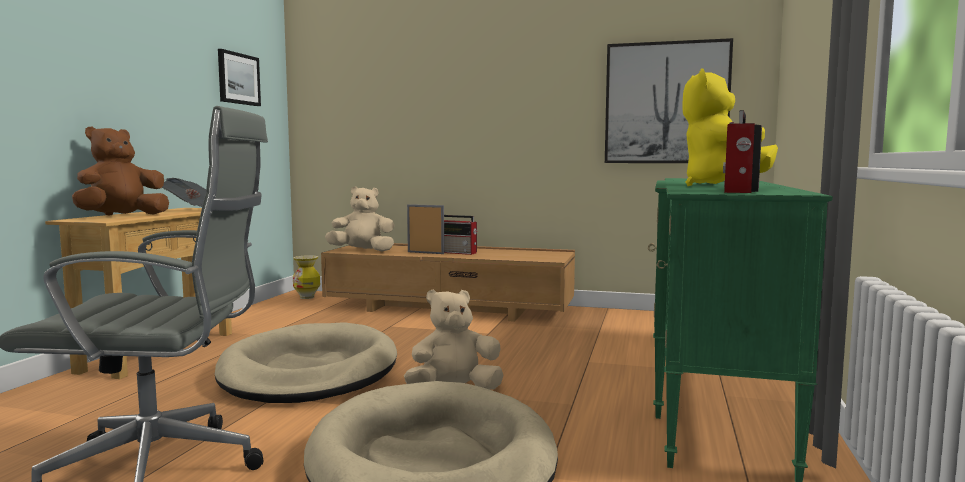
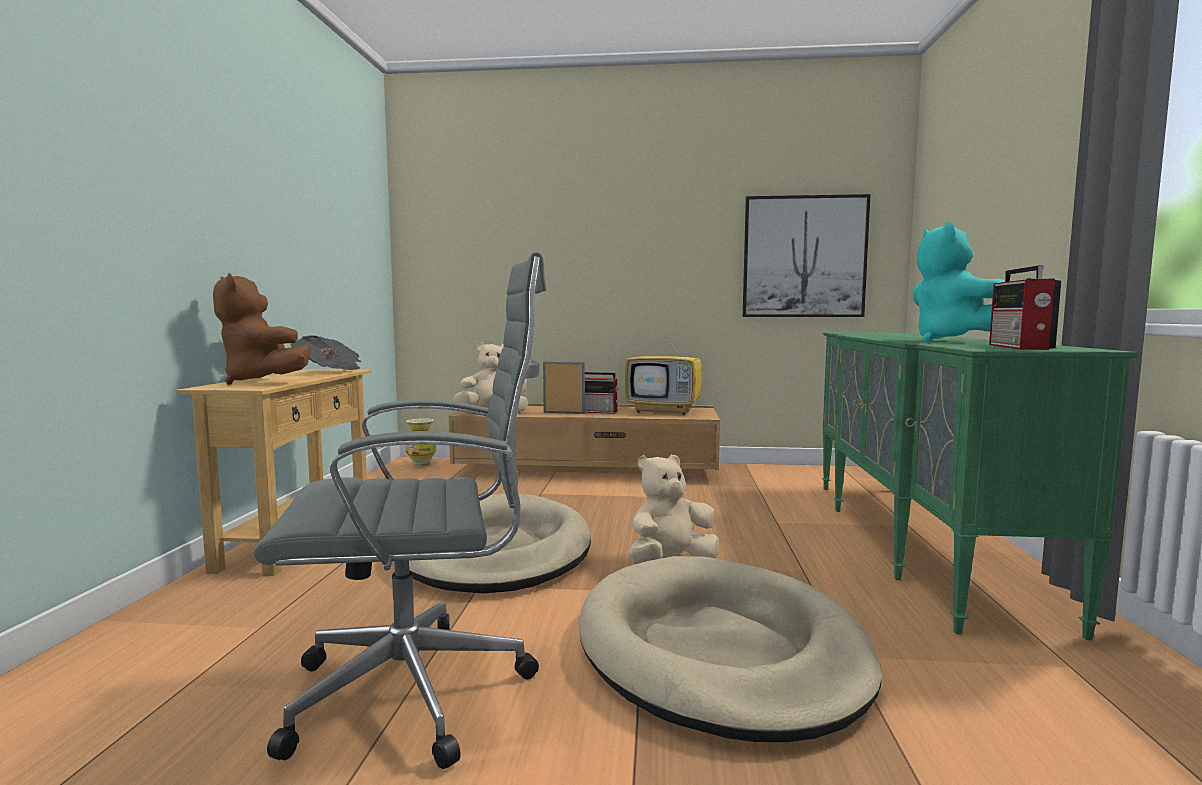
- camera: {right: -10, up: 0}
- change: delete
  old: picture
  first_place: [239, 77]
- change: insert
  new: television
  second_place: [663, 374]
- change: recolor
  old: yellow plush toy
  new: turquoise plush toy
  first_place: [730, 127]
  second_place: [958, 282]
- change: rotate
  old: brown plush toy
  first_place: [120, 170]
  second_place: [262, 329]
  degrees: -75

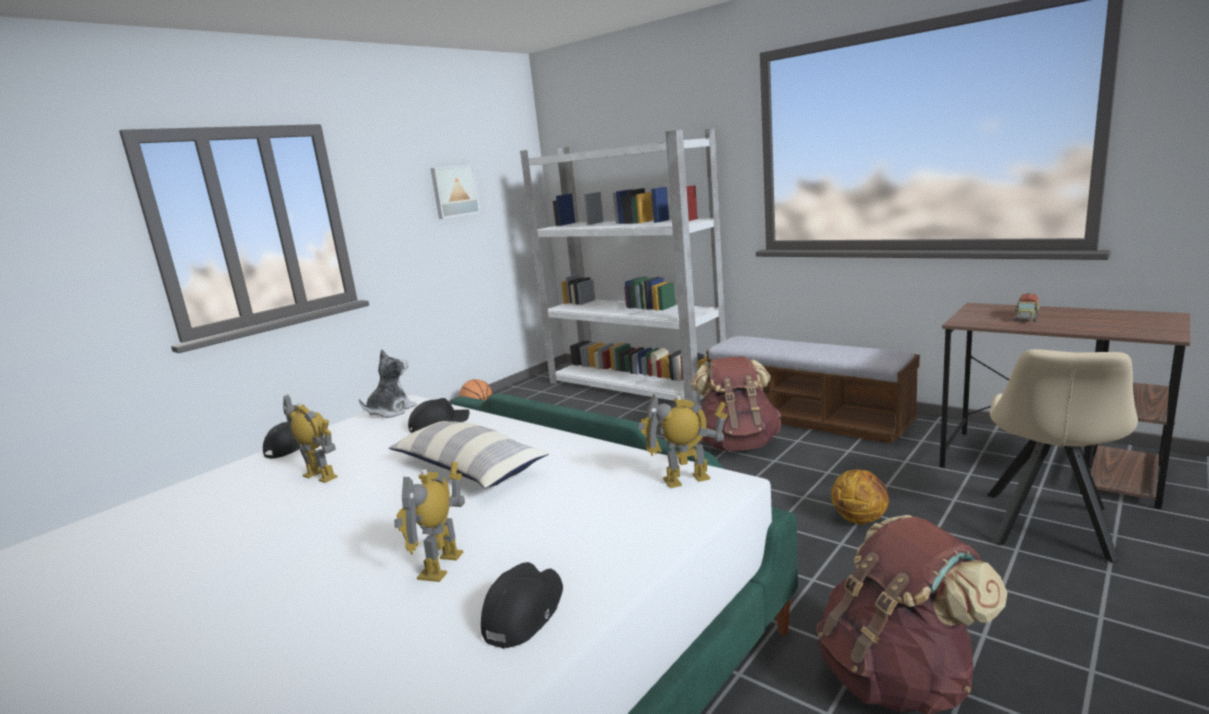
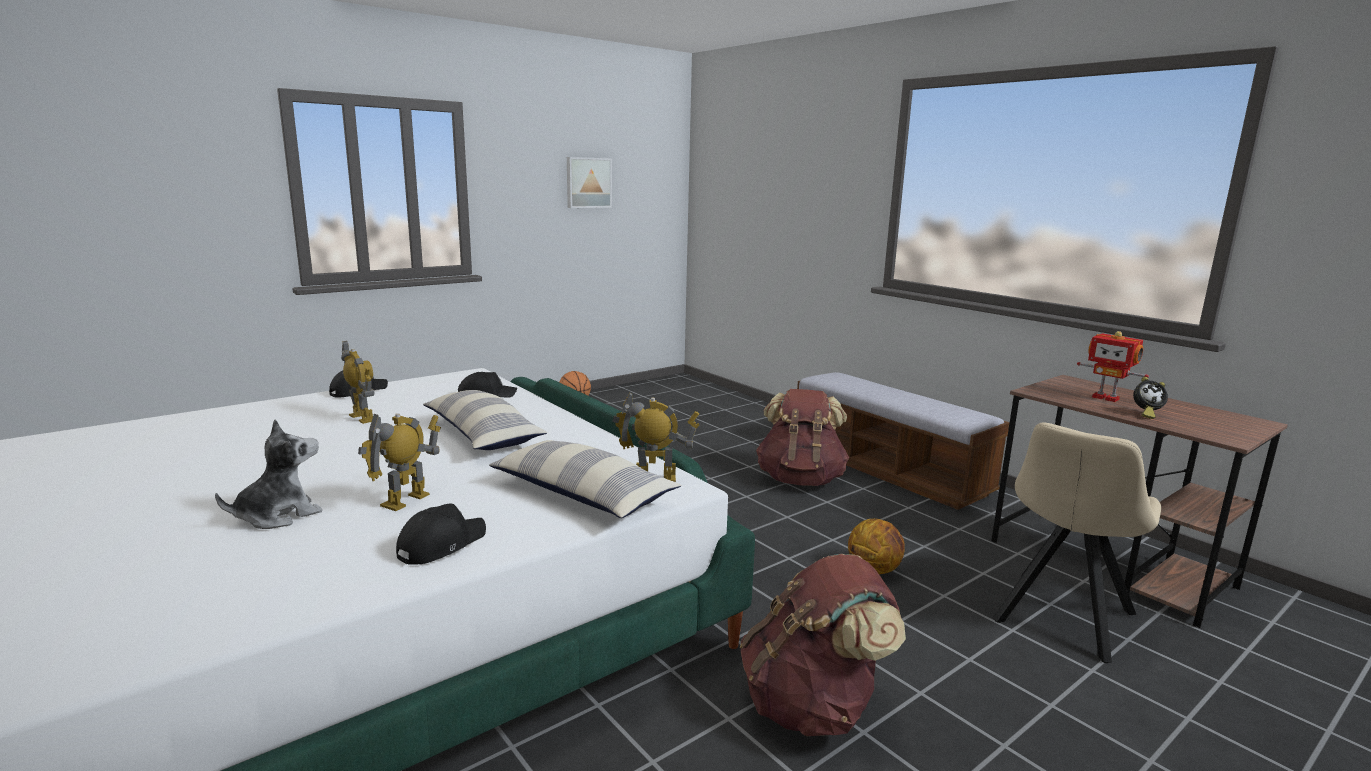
- camera: {right: 10, up: 0}
- change: delete
  old: white bookcase
  first_place: [623, 268]
- change: insert
  new: pillow
  second_place: [585, 479]
- change: insert
  new: alarm clock
  second_place: [1150, 398]
- change: move
  old: plush toy
  first_place: [388, 383]
  second_place: [268, 474]
- change: replace
  old: toy truck
  new: toy robot
  first_place: [1027, 307]
  second_place: [1113, 366]

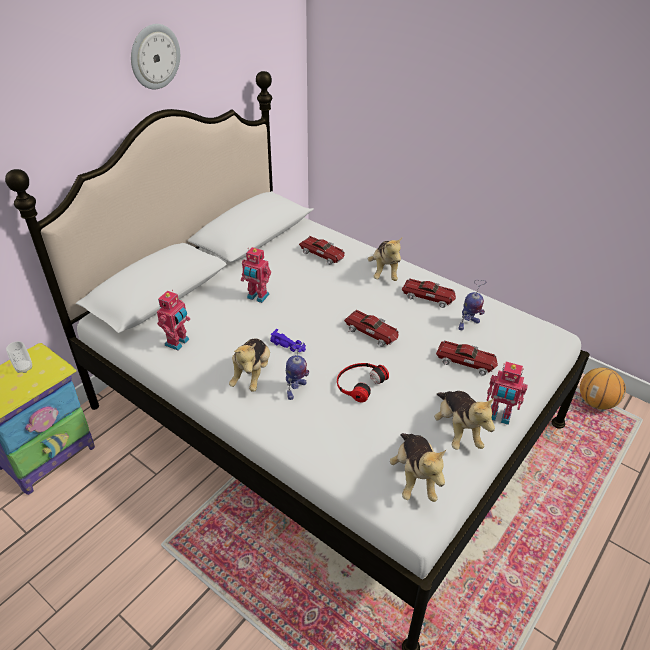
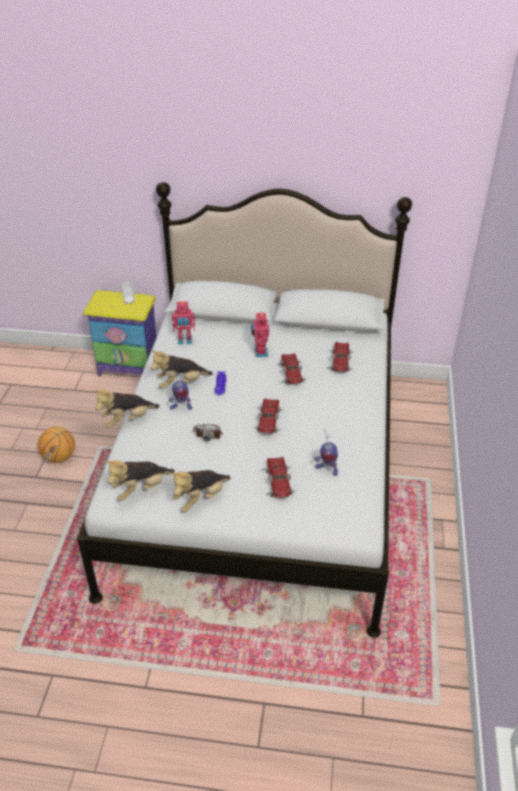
- camera: {right: 60, up: 0}
- change: delete
  old: wall clock
  first_place: [155, 56]
- change: delete
  old: toy robot
  first_place: [507, 393]
- change: move
  old: plush toy
  first_place: [385, 259]
  second_place: [127, 409]
- change: move
  old: toy car
  first_place: [429, 293]
  second_place: [291, 369]
- change: move
  old: basketball
  first_place: [603, 389]
  second_place: [56, 445]
- change: replace
  old: headphones
  new: photo camera
  first_place: [363, 382]
  second_place: [208, 433]

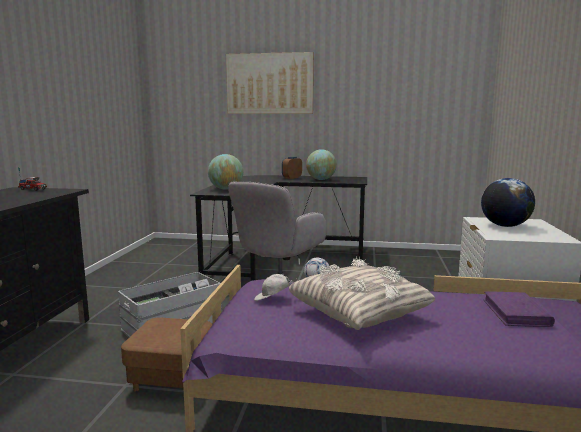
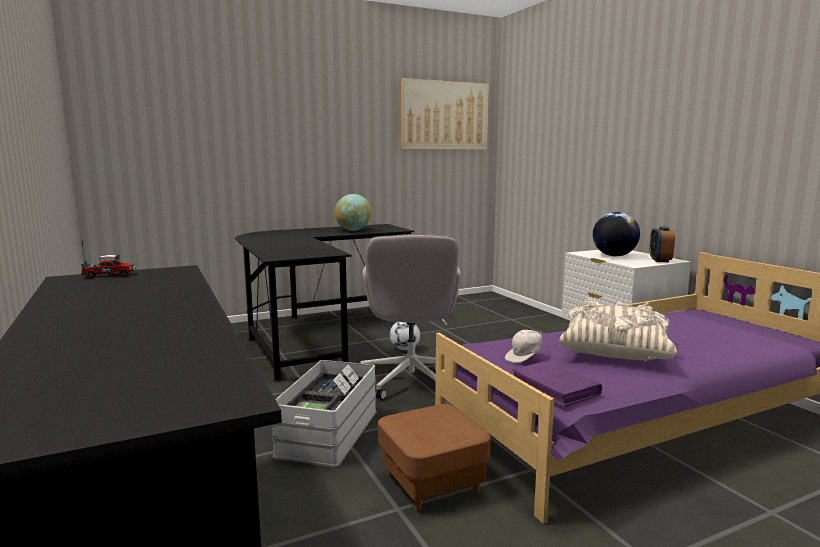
- camera: {right: -35, up: 0}
- change: delete
  old: globe
  first_place: [225, 172]
- change: move
  old: picture
  first_place: [270, 83]
  second_place: [444, 114]
- change: move
  old: alarm clock
  first_place: [292, 168]
  second_place: [662, 244]
- change: move
  old: purple book
  first_place: [519, 309]
  second_place: [557, 384]

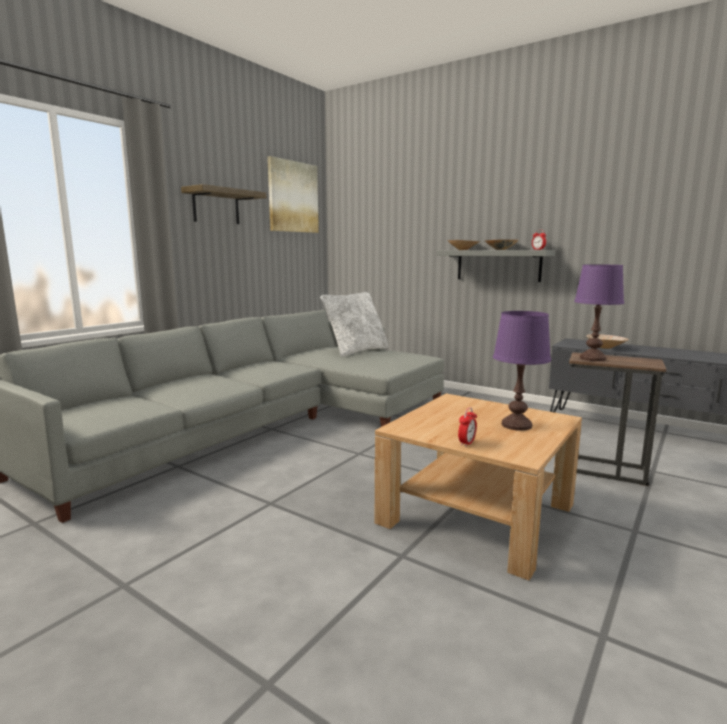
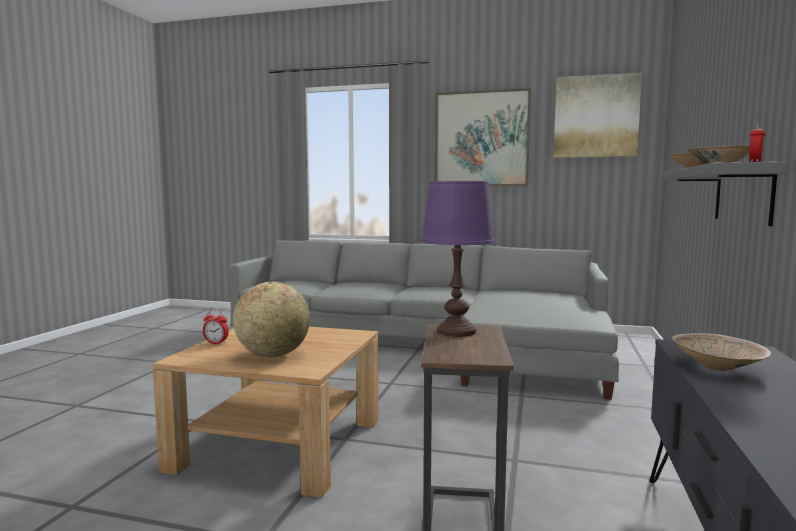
- camera: {right: 70, up: -5}
- change: delete
  old: white pillow
  first_place: [354, 324]
- change: replace
  old: shelf
  new: picture
  first_place: [223, 204]
  second_place: [483, 137]
- change: replace
  old: purple table lamp
  new: globe
  first_place: [522, 371]
  second_place: [271, 319]

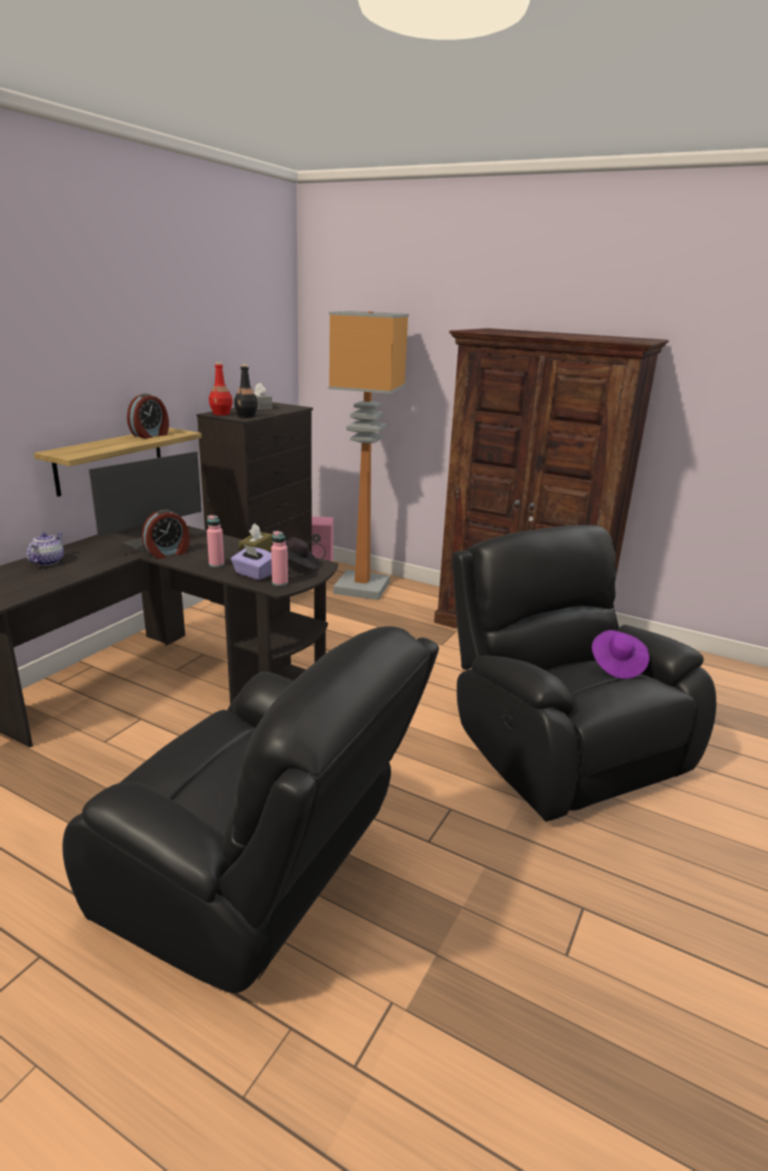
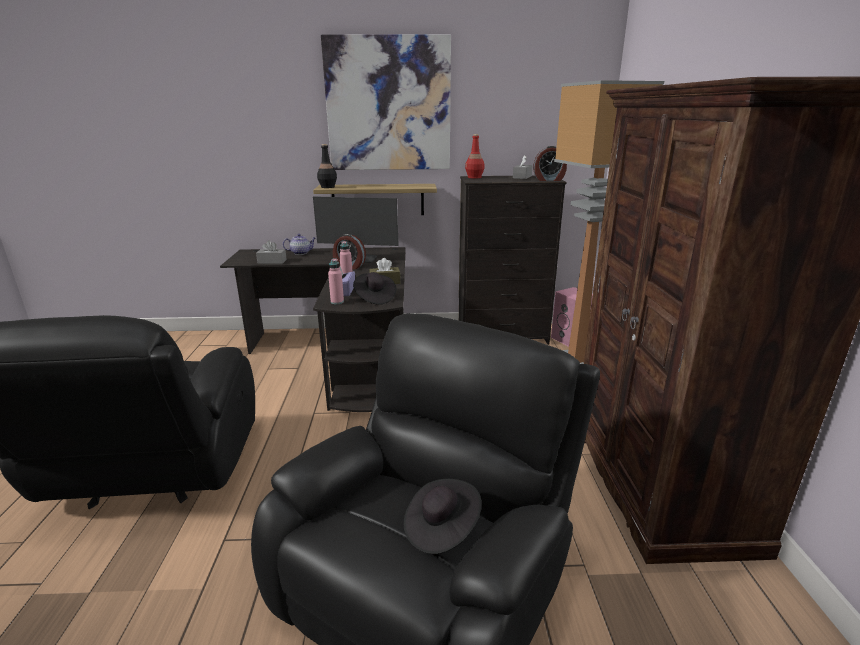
- camera: {right: 60, up: 0}
- change: insert
  new: grey tissue box
  second_place: [271, 252]
- change: insert
  new: picture
  second_place: [386, 102]
- change: move
  old: alarm clock
  first_place: [148, 416]
  second_place: [550, 163]
- change: move
  old: black bottle
  first_place: [246, 391]
  second_place: [327, 166]
- change: recolor
  old: purple hat
  new: black hat
  first_place: [620, 654]
  second_place: [443, 516]

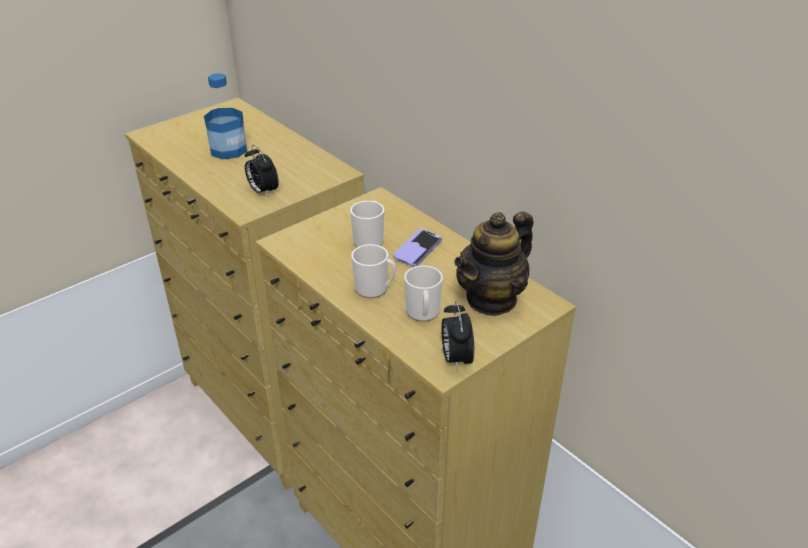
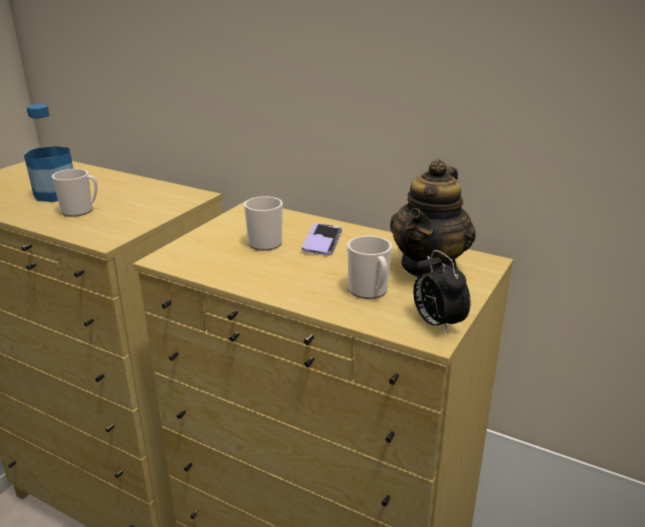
- camera: {right: -20, up: -10}
- change: delete
  old: alarm clock
  first_place: [262, 171]
- change: move
  old: mug
  first_place: [373, 271]
  second_place: [74, 193]

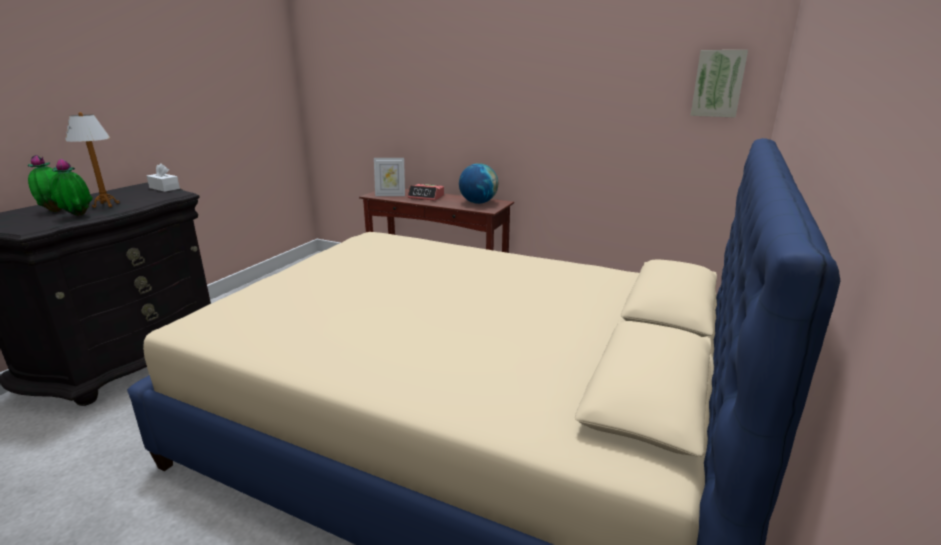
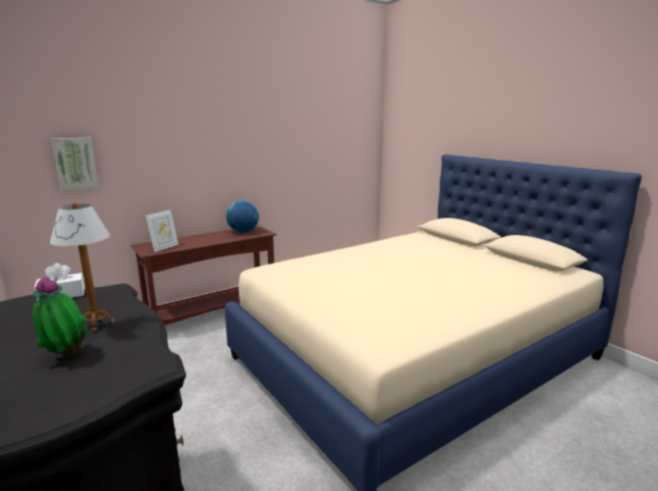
- camera: {right: -60, up: -5}
- change: delete
  old: potted plant
  first_place: [71, 187]
- change: delete
  old: alarm clock
  first_place: [425, 192]
- change: move
  old: picture
  first_place: [719, 84]
  second_place: [75, 164]

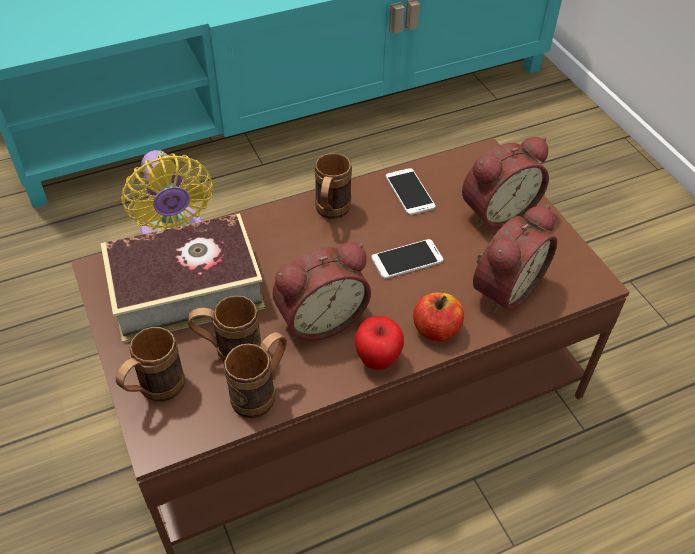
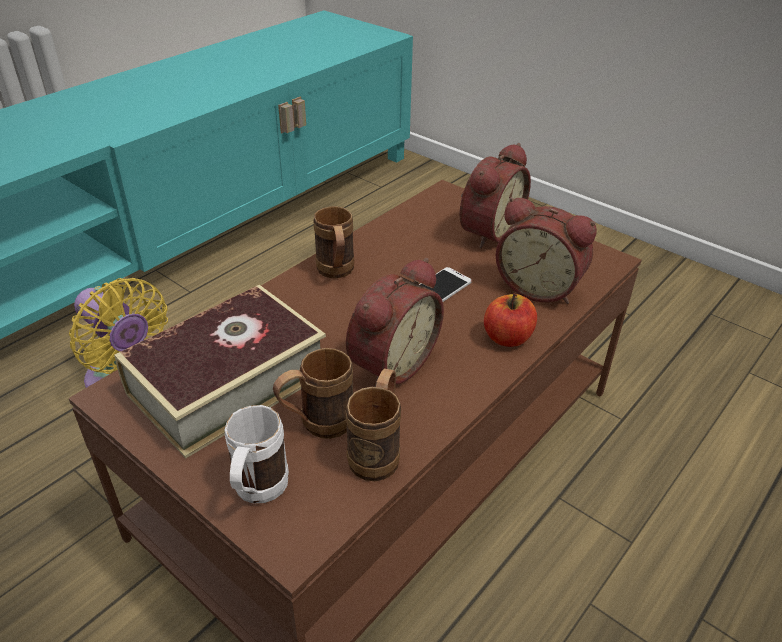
- camera: {right: -25, up: -10}
- change: delete
  old: apple
  first_place: [379, 343]
- change: delete
  old: phone
  first_place: [411, 191]
- change: recolor
  old: brown mug
  new: white mug
  first_place: [150, 364]
  second_place: [257, 454]
- change: rotate
  old: alarm clock
  first_place: [515, 259]
  second_place: [546, 250]
  degrees: 105

